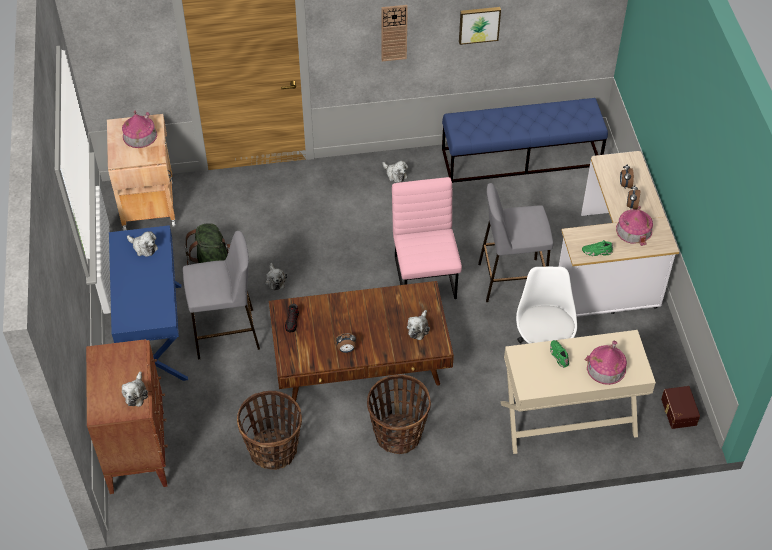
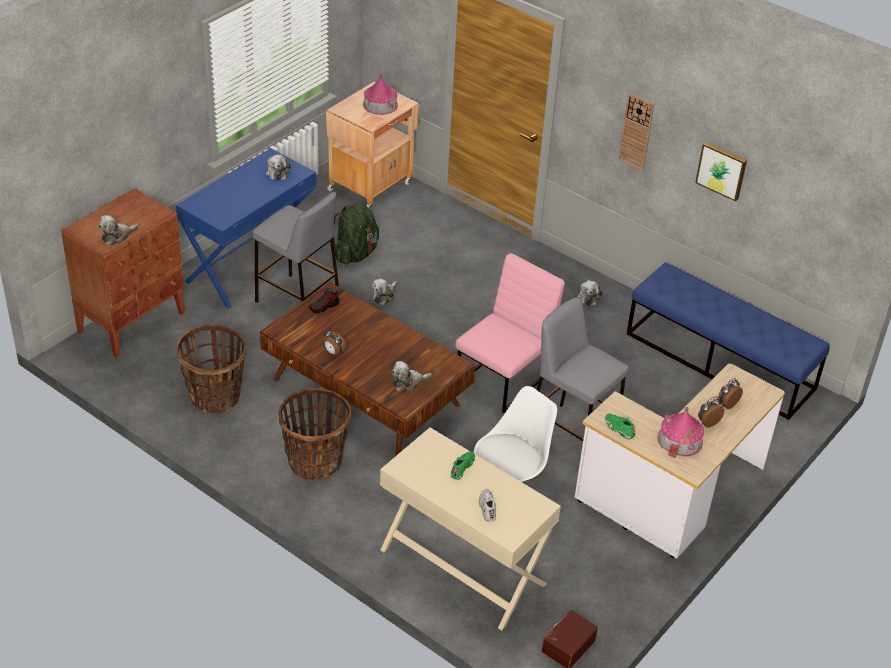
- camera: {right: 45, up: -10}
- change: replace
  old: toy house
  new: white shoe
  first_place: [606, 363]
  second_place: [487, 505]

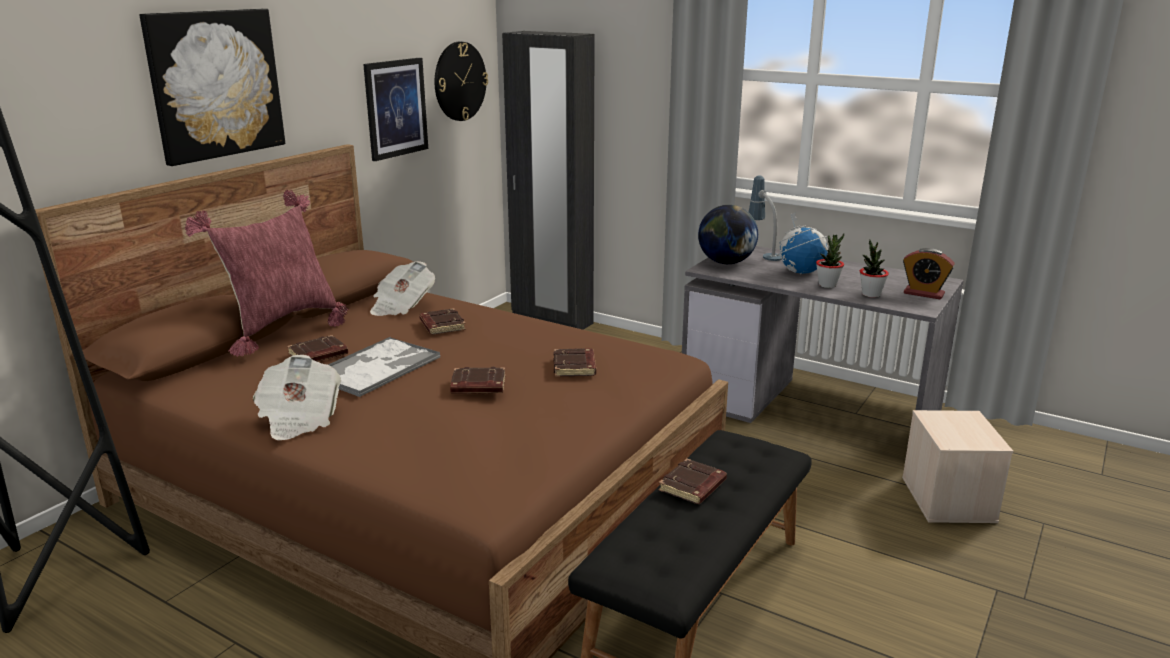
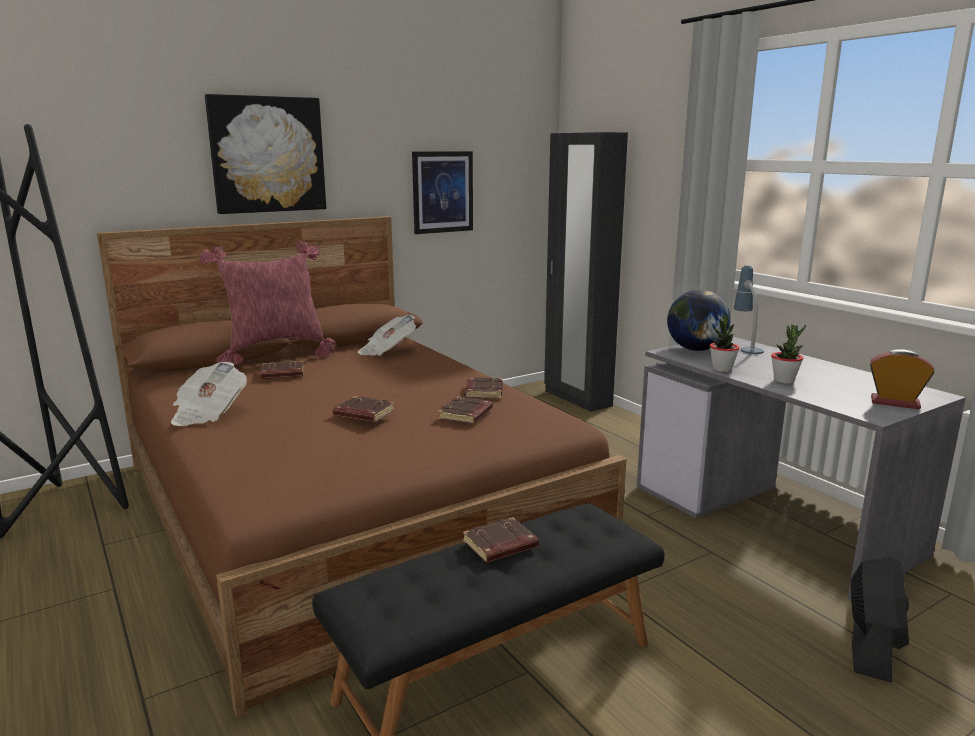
- camera: {right: 25, up: -5}
- change: delete
  old: tray
  first_place: [384, 367]
- change: delete
  old: wall clock
  first_place: [461, 81]
- change: delete
  old: globe
  first_place: [802, 243]
- change: move
  old: brown book
  first_place: [442, 321]
  second_place: [483, 388]
- change: move
  old: potted plant
  first_place: [874, 269]
  second_place: [725, 342]
- change: replace
  old: beige storage box
  new: black fan
  first_place: [957, 466]
  second_place: [880, 620]
- change: rotate
  old: alarm clock
  first_place: [929, 273]
  second_place: [902, 379]
  degrees: 150

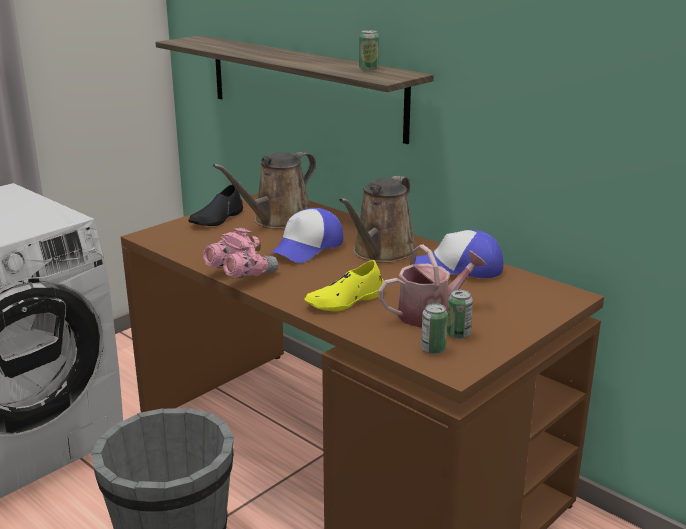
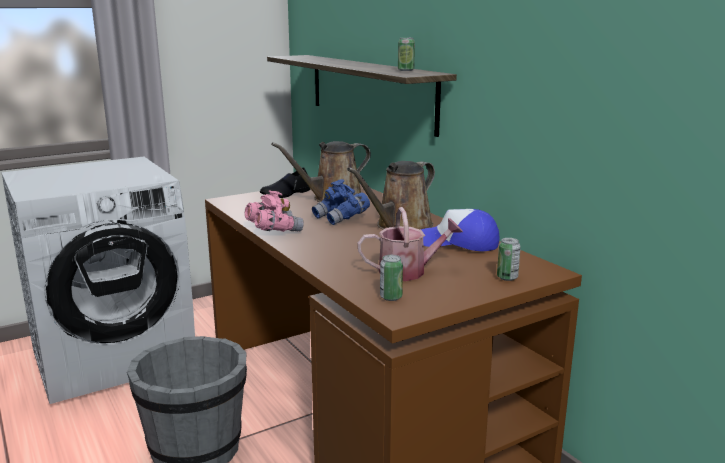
- camera: {right: 15, up: -5}
- change: delete
  old: yellow shoe
  first_place: [344, 285]
- change: move
  old: can
  first_place: [460, 314]
  second_place: [509, 259]
- change: replace
  old: cap
  new: blue binoculars
  first_place: [307, 235]
  second_place: [341, 202]

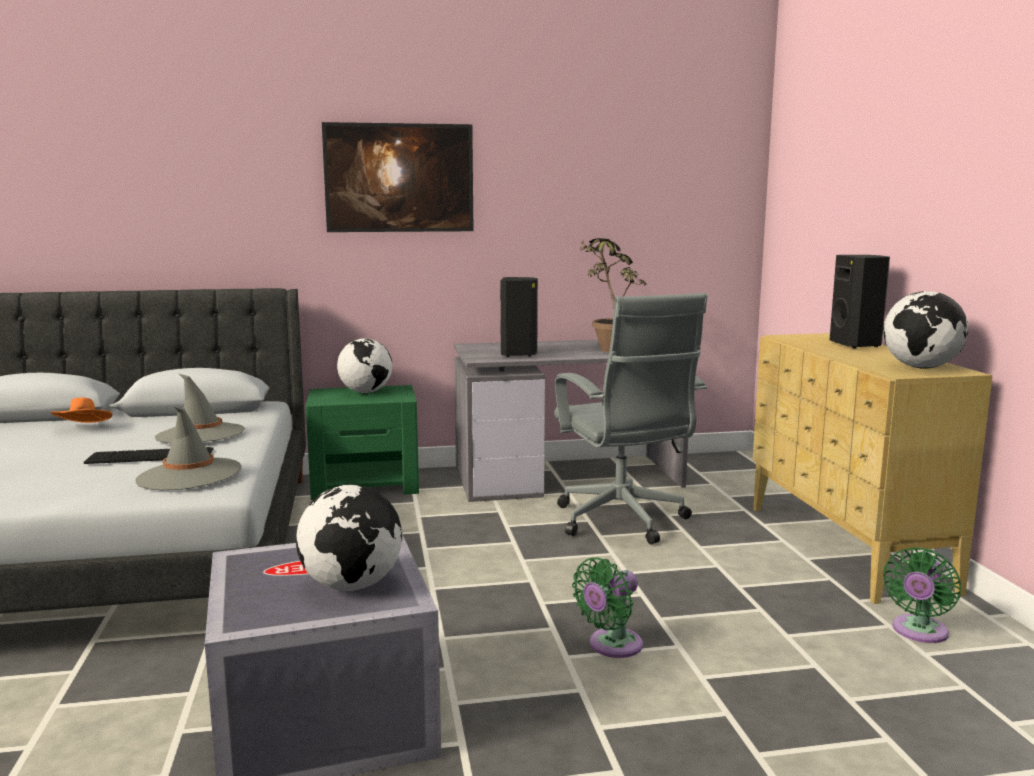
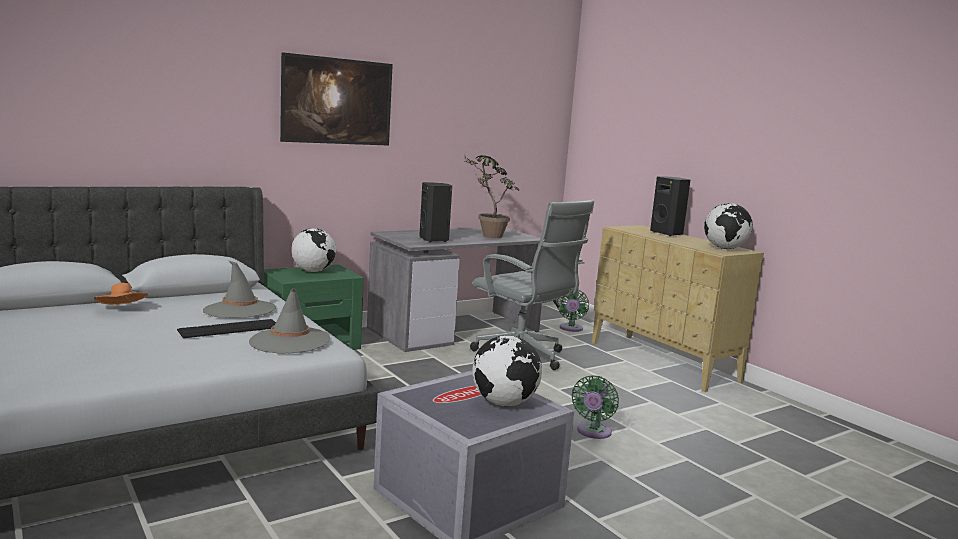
- camera: {right: -25, up: 0}
- change: move
  old: green fan
  first_place: [922, 595]
  second_place: [573, 310]

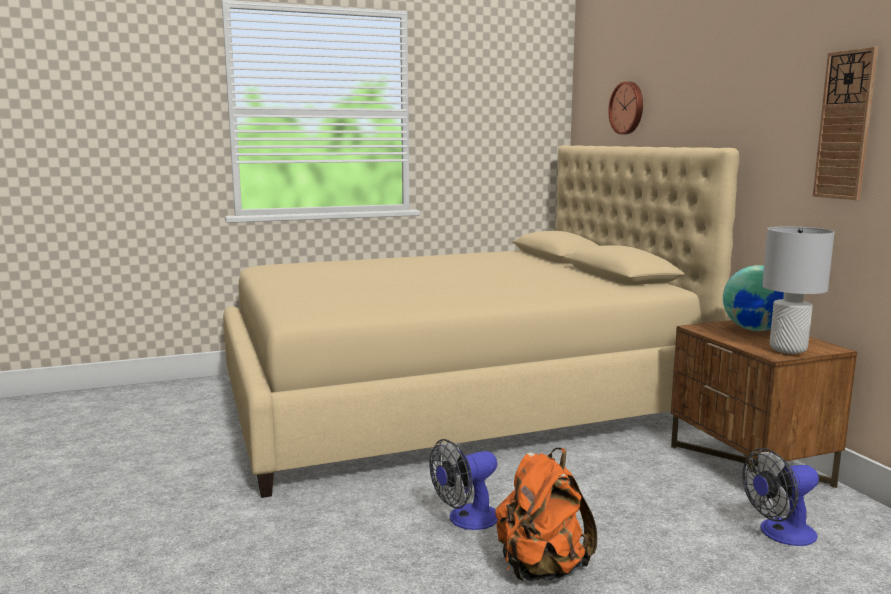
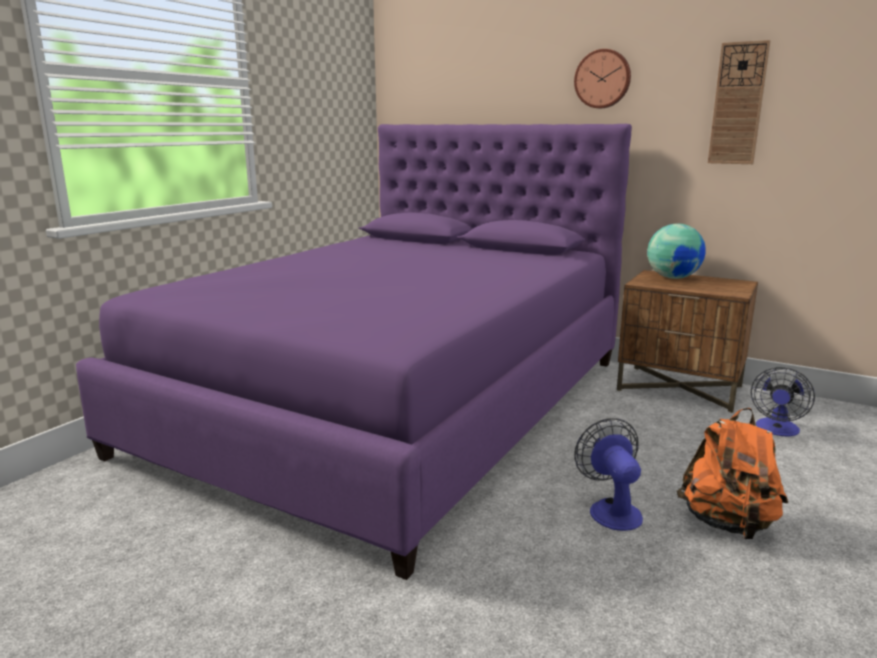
- camera: {right: -40, up: 5}
- change: delete
  old: grey table lamp
  first_place: [798, 290]
- change: move
  old: wall clock
  first_place: [625, 107]
  second_place: [602, 78]
- change: recolor
  old: beige bed
  new: purple bed
  first_place: [481, 321]
  second_place: [354, 352]
- change: rotate
  old: fan
  first_place: [463, 484]
  second_place: [608, 474]
  degrees: 150

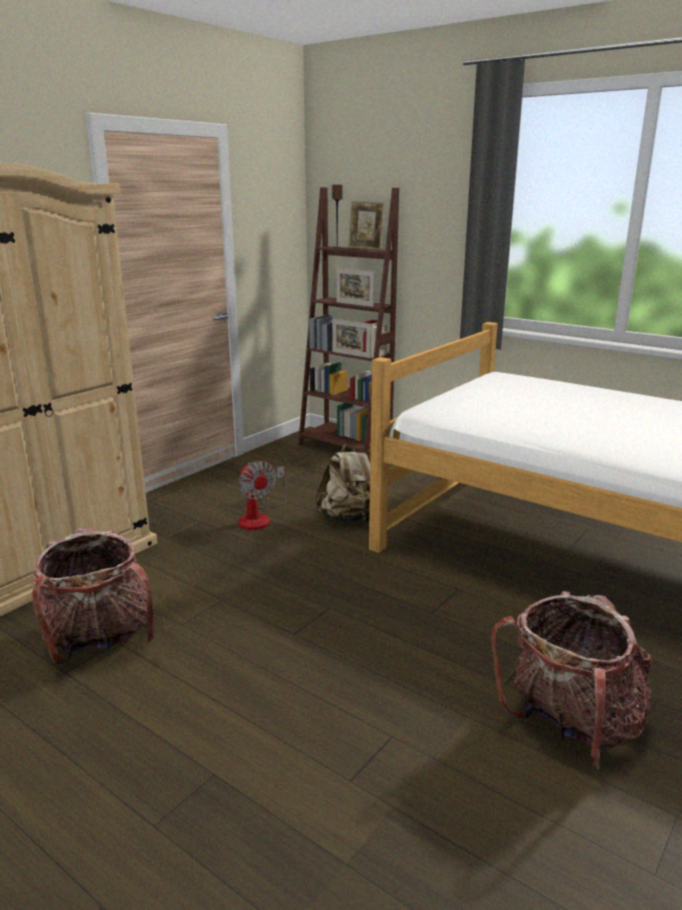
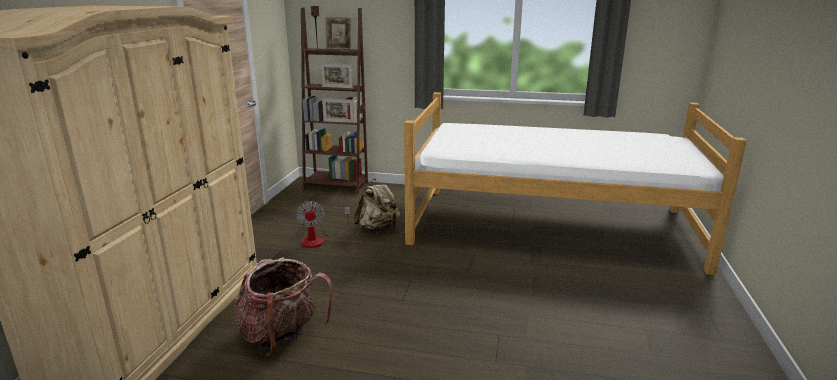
- camera: {right: -25, up: 0}
- change: delete
  old: backpack
  first_place: [571, 680]
- change: rotate
  old: fan
  first_place: [262, 495]
  second_place: [323, 224]
  degrees: 45

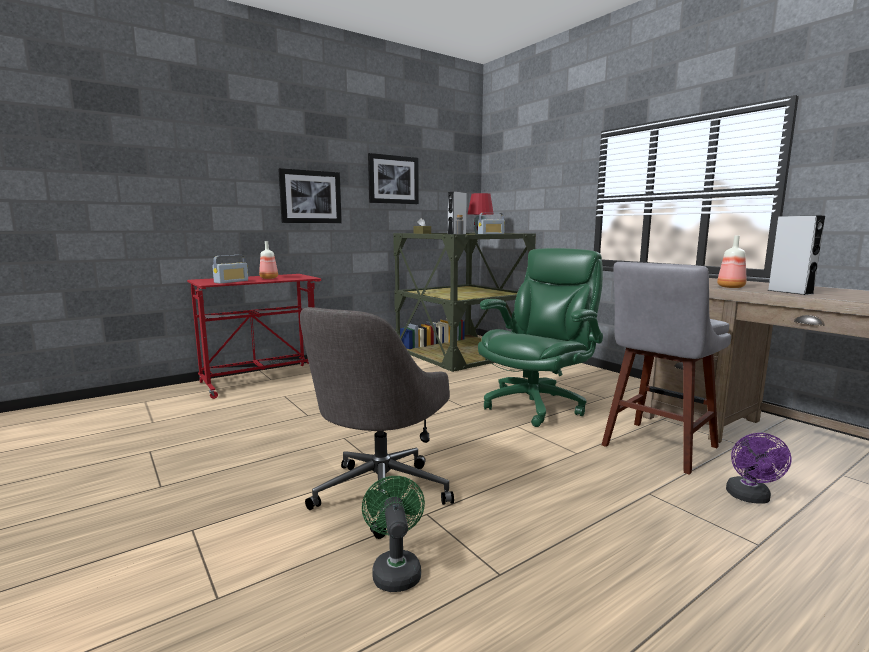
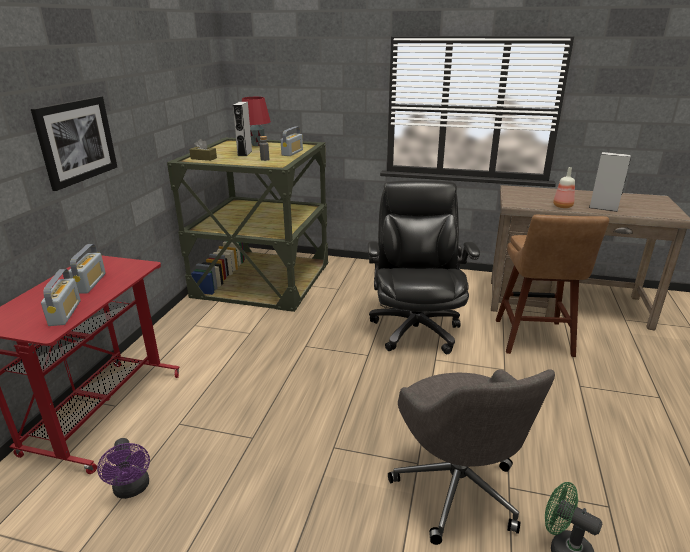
- camera: {right: -40, up: 15}
- change: delete
  old: picture
  first_place: [393, 178]
- change: move
  old: purple fan
  first_place: [759, 468]
  second_place: [123, 468]
- change: replace
  old: bottle
  new: radio
  first_place: [268, 260]
  second_place: [87, 269]
- change: recolor
  old: green office chair
  new: black office chair
  first_place: [540, 337]
  second_place: [424, 267]
- change: recolor
  old: grey stool
  new: brown stool
  first_place: [666, 368]
  second_place: [552, 286]

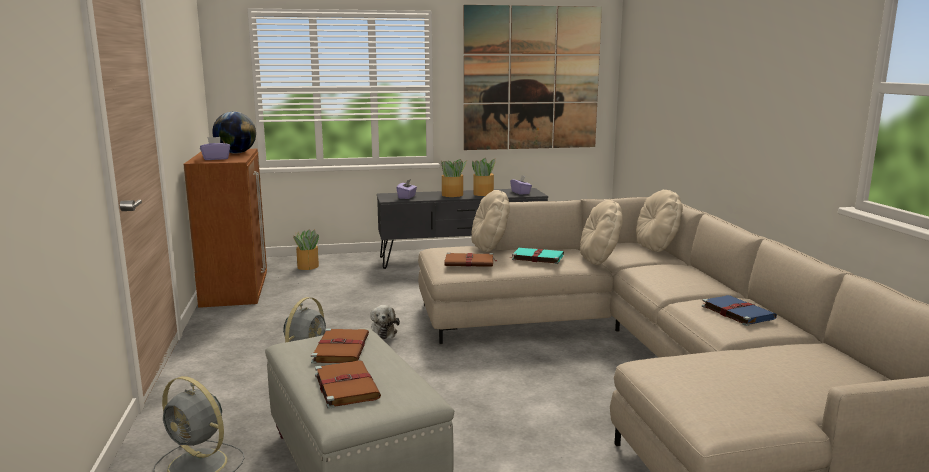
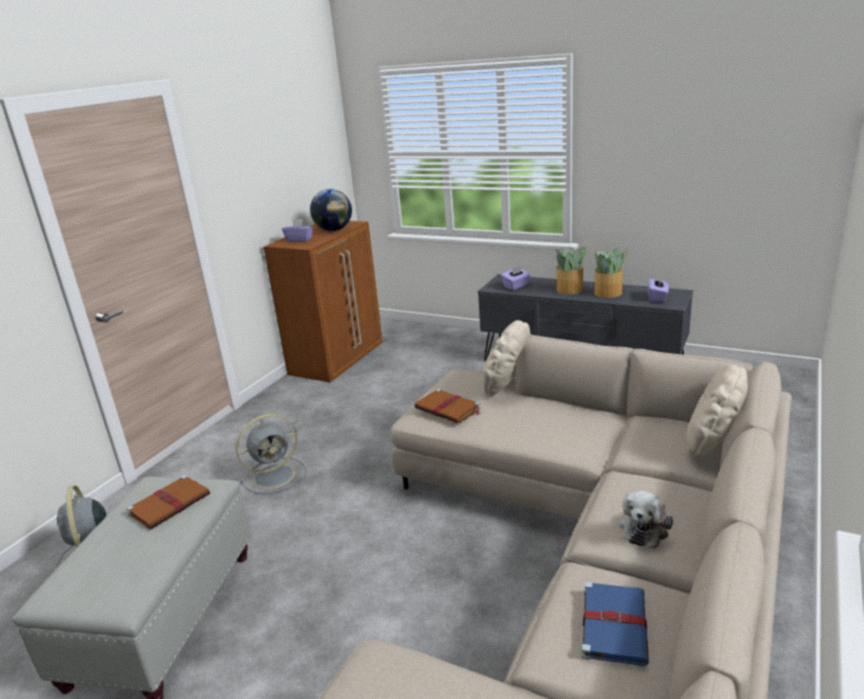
- camera: {right: 40, up: 10}
- change: delete
  old: potted plant
  first_place: [306, 249]
- change: delete
  old: brown book
  first_place: [348, 384]
- change: delete
  old: picture
  first_place: [533, 77]
- change: delete
  old: turquoise book
  first_place: [537, 256]
- change: delete
  old: beige pillow
  first_place: [601, 232]
- change: move
  old: plush toy
  first_place: [385, 322]
  second_place: [646, 520]

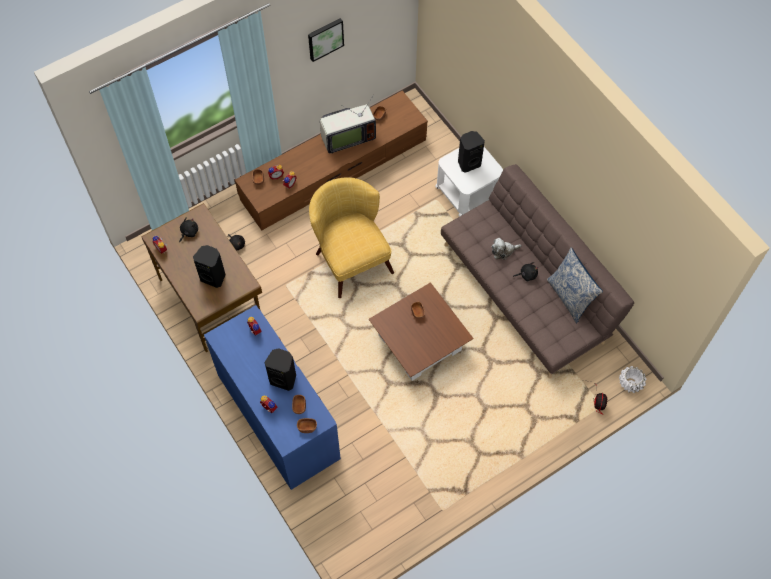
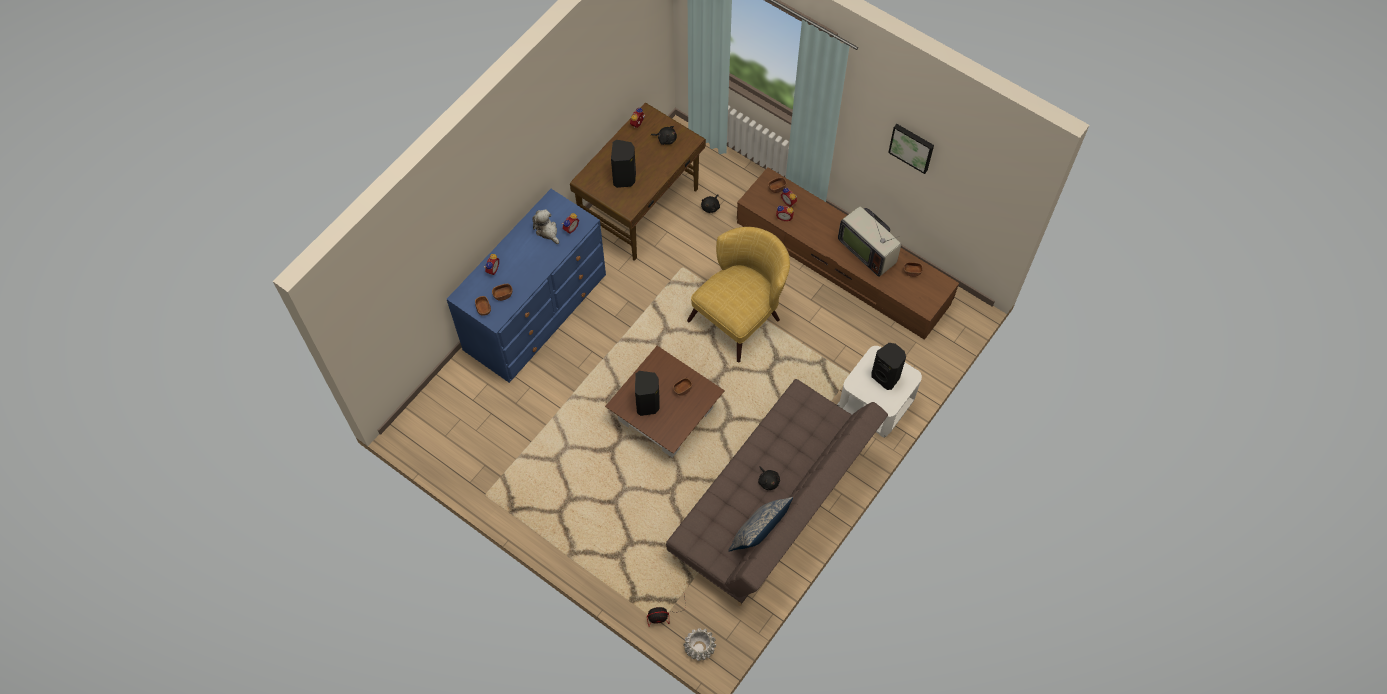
- camera: {right: 70, up: 0}
- change: move
  old: black speaker
  first_place: [280, 369]
  second_place: [647, 393]
- change: move
  old: plush toy
  first_place: [507, 249]
  second_place: [545, 226]

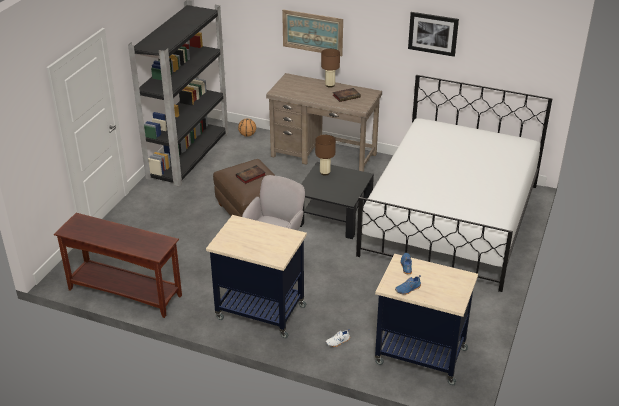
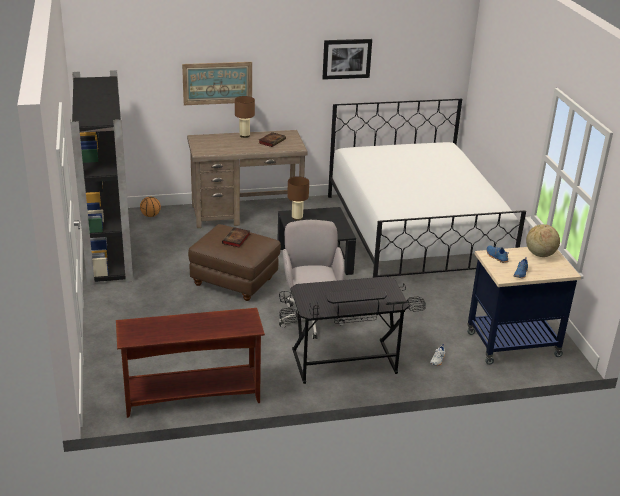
- camera: {right: -35, up: -5}
- change: insert
  new: globe
  second_place: [543, 240]
- change: replace
  old: blue cart
  new: black desk
  first_place: [256, 276]
  second_place: [352, 330]

